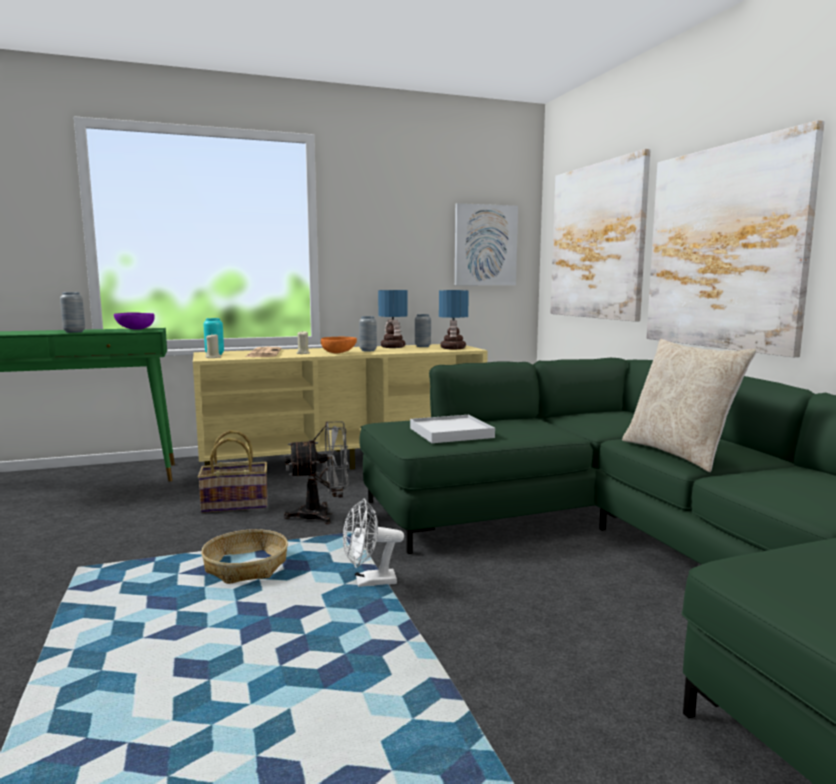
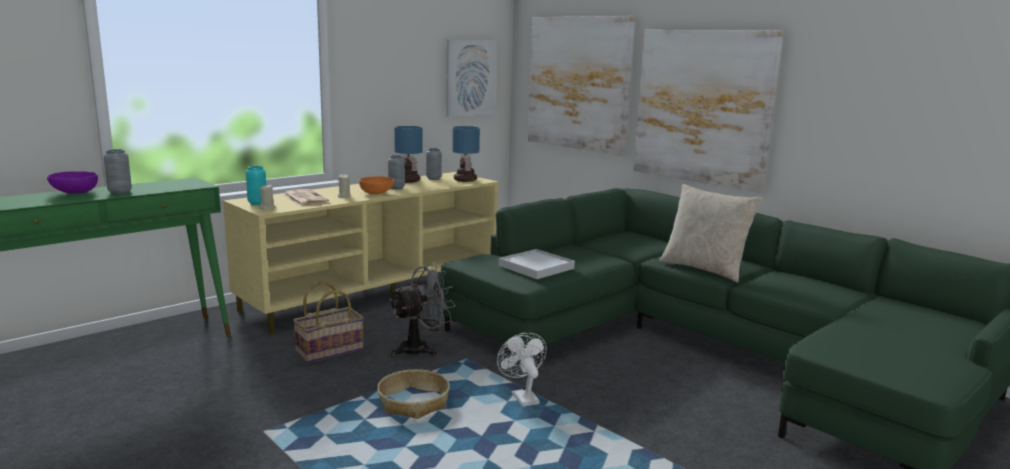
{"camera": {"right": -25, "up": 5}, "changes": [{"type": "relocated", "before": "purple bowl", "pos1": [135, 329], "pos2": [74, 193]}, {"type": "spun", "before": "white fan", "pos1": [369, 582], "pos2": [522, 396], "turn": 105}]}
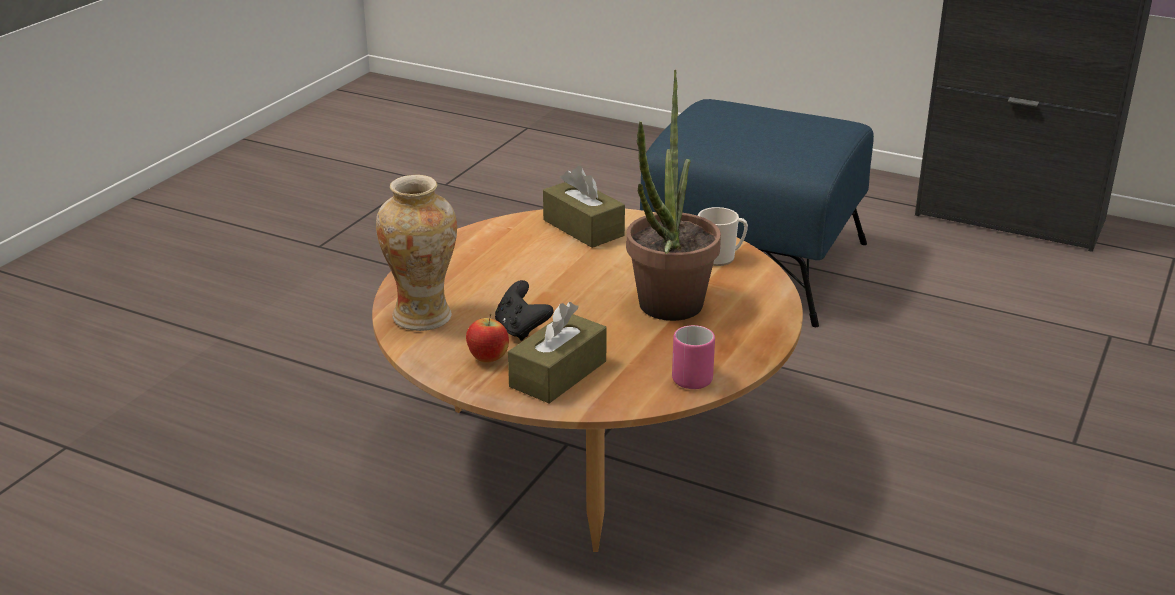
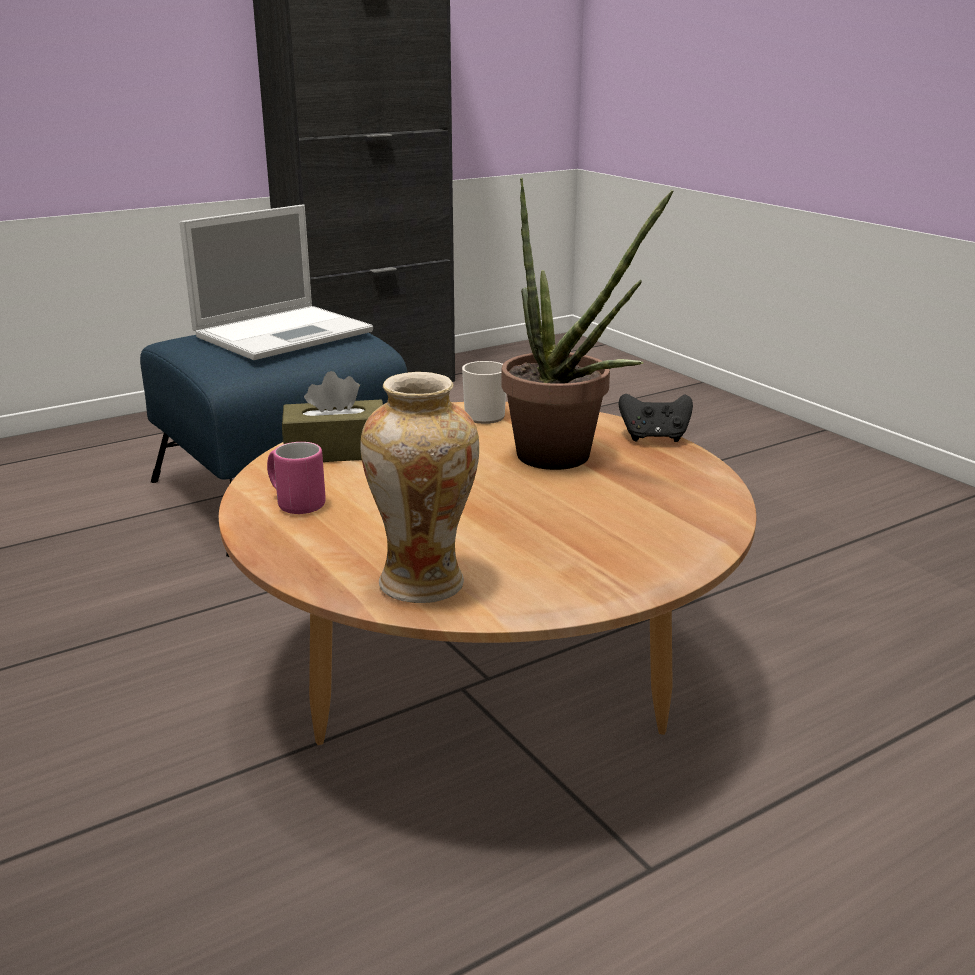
{"camera": {"right": -60, "up": -5}, "changes": [{"type": "missing", "before": "apple", "pos1": [488, 359]}, {"type": "relocated", "before": "black game controller", "pos1": [521, 329], "pos2": [654, 438]}, {"type": "missing", "before": "brown tissue box", "pos1": [558, 374]}, {"type": "relocated", "before": "pink mug", "pos1": [692, 376], "pos2": [295, 504]}, {"type": "appeared", "after": "laptop", "pos2": [286, 333]}]}
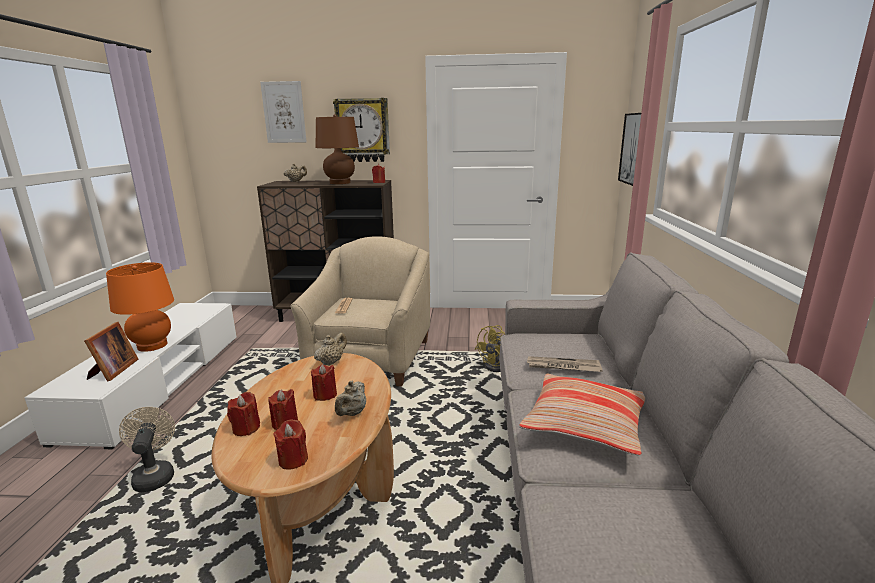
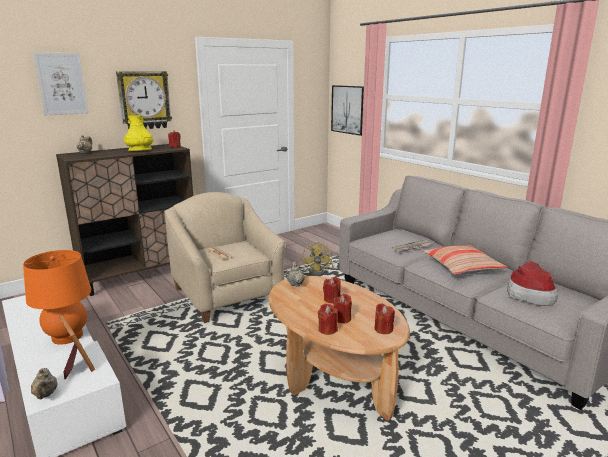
{"camera": {"right": -40, "up": 0}, "changes": [{"type": "missing", "before": "beige fan", "pos1": [154, 475]}, {"type": "exchanged", "before": "brown table lamp", "after": "yellow vase", "pos1": [340, 183], "pos2": [140, 150]}, {"type": "relocated", "before": "beige teapot", "pos1": [352, 413], "pos2": [45, 395]}, {"type": "appeared", "after": "hat", "pos2": [530, 294]}]}
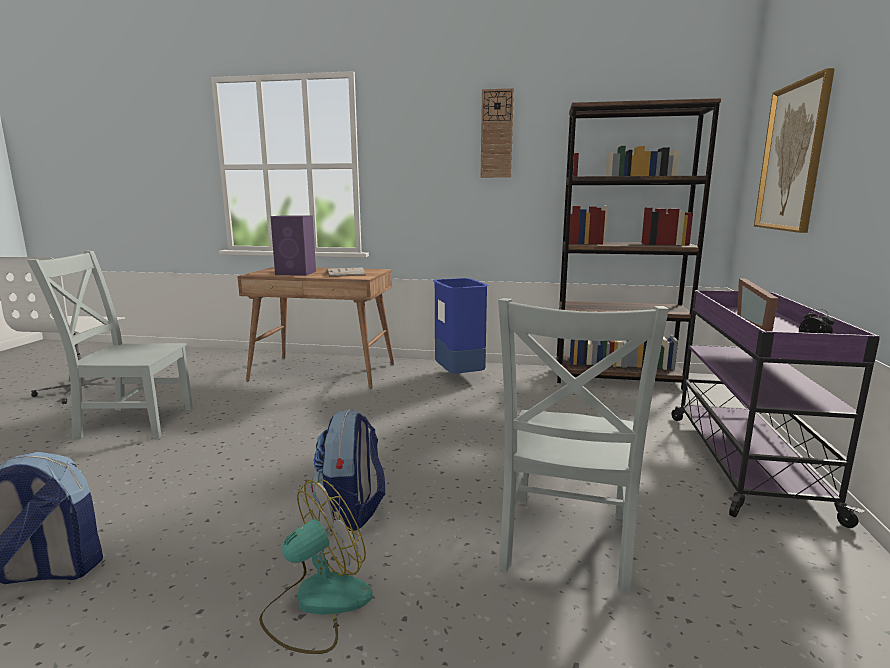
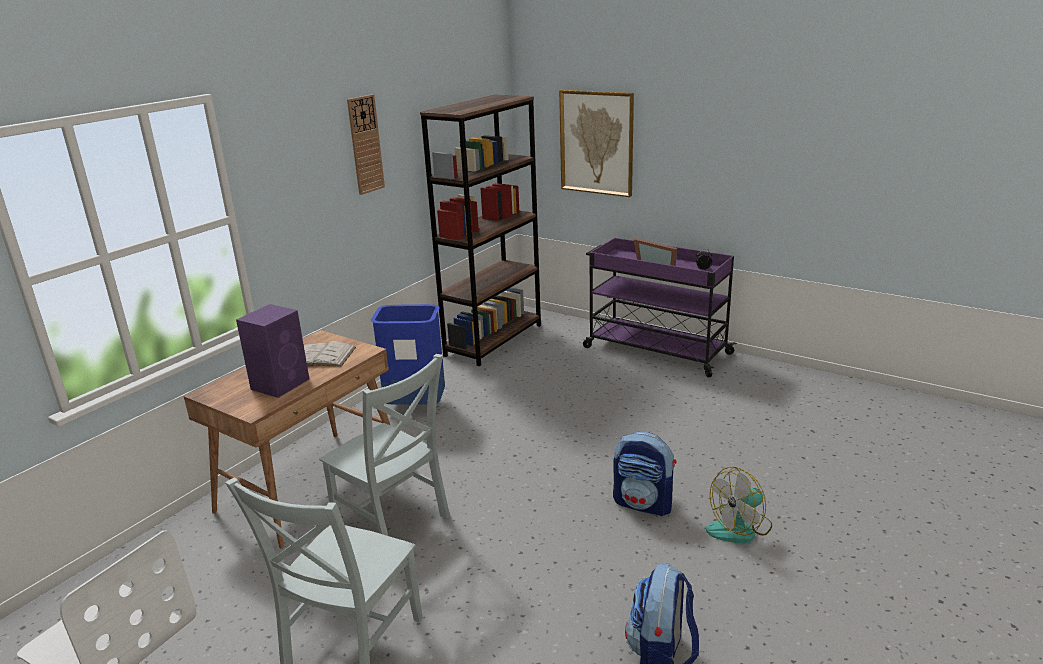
{"camera": {"right": -65, "up": 10}, "changes": [{"type": "spun", "before": "fan", "pos1": [316, 604], "pos2": [740, 528], "turn": -105}, {"type": "relocated", "before": "grey chair", "pos1": [565, 545], "pos2": [393, 522]}]}
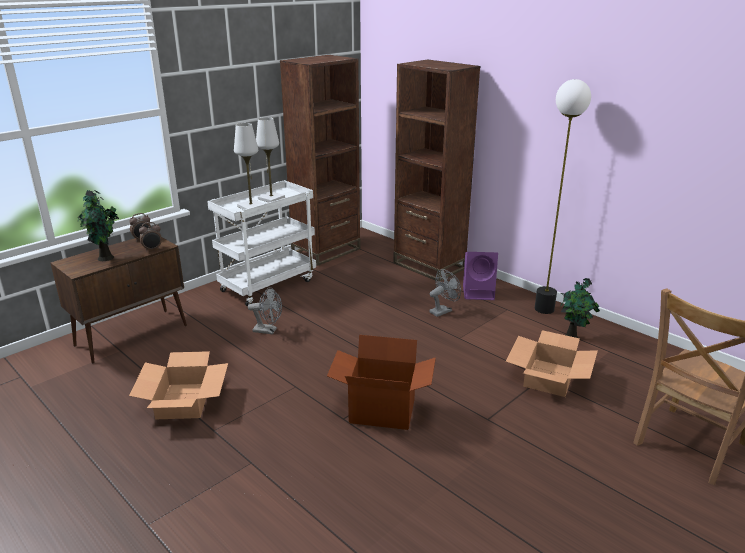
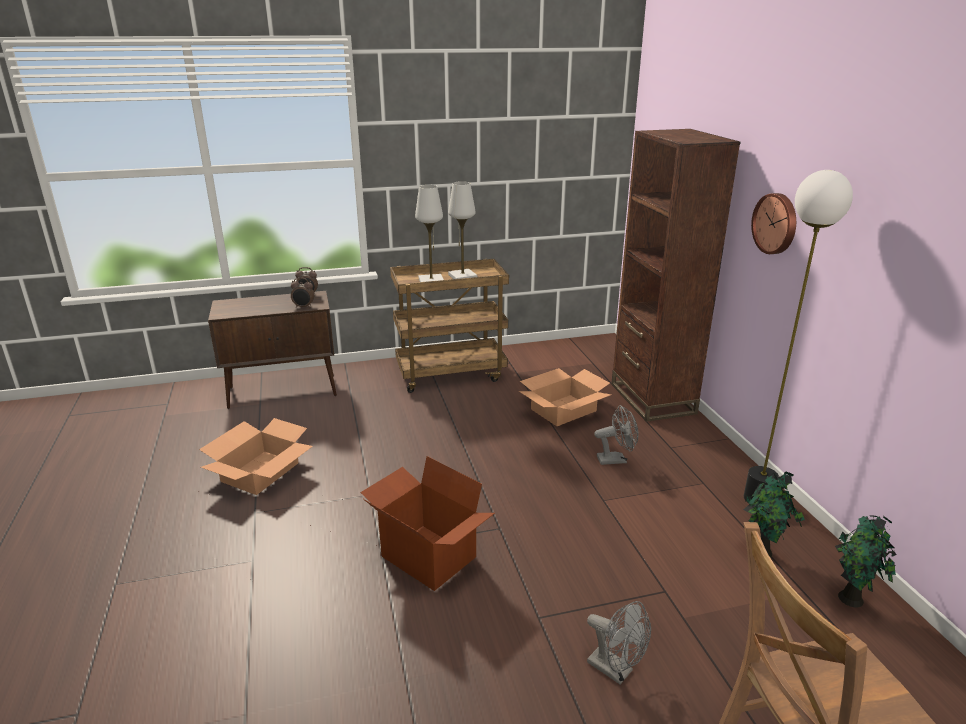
{"camera": {"right": 30, "up": 0}, "changes": [{"type": "relocated", "before": "potted plant", "pos1": [106, 258], "pos2": [852, 600]}, {"type": "colour", "before": "white cart", "after": "brown cart", "pos1": [268, 285], "pos2": [451, 374]}, {"type": "relocated", "before": "grey fan", "pos1": [268, 330], "pos2": [616, 670]}, {"type": "missing", "before": "brown bookcase", "pos1": [326, 251]}, {"type": "missing", "before": "purple speaker", "pos1": [479, 292]}, {"type": "relocated", "before": "cardboard box", "pos1": [549, 377], "pos2": [563, 410]}, {"type": "appeared", "after": "wall clock", "pos2": [776, 223]}]}
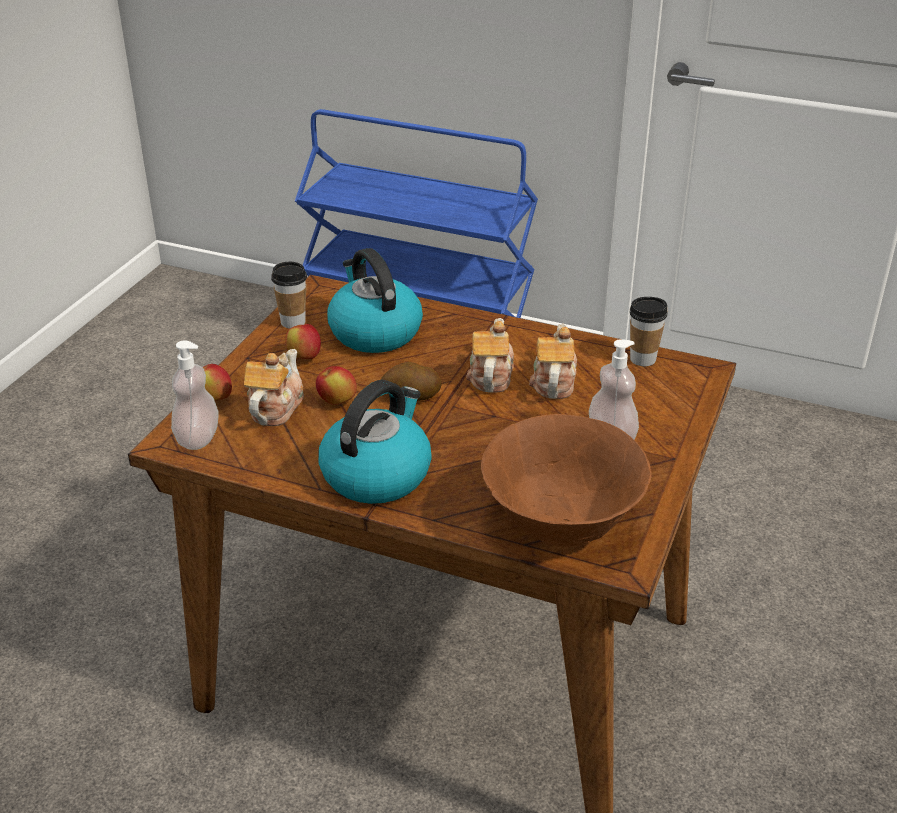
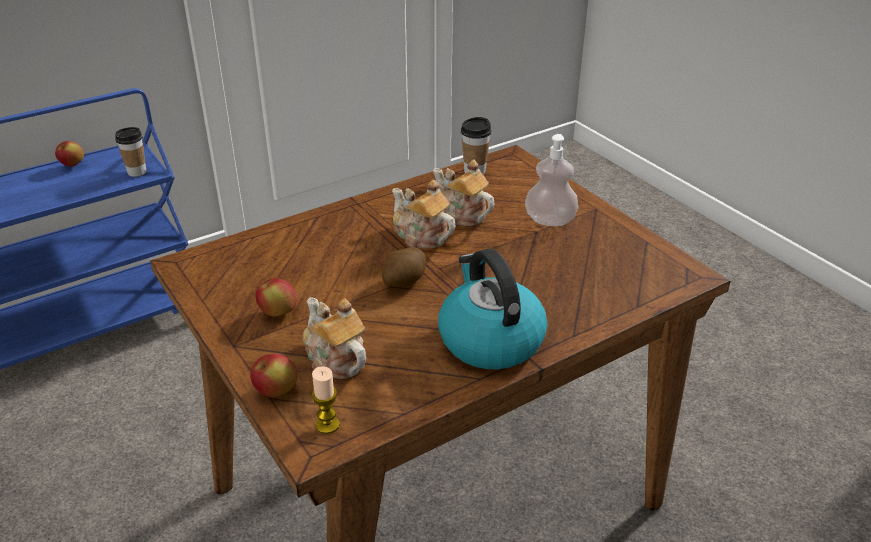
{"camera": {"right": -55, "up": 0}, "changes": [{"type": "exchanged", "before": "soap dispenser", "after": "candle", "pos1": [198, 438], "pos2": [327, 425]}, {"type": "relocated", "before": "cup", "pos1": [293, 322], "pos2": [137, 172]}, {"type": "relocated", "before": "apple", "pos1": [337, 401], "pos2": [73, 165]}, {"type": "missing", "before": "kettle", "pos1": [374, 332]}, {"type": "missing", "before": "brown bowl", "pos1": [561, 527]}]}
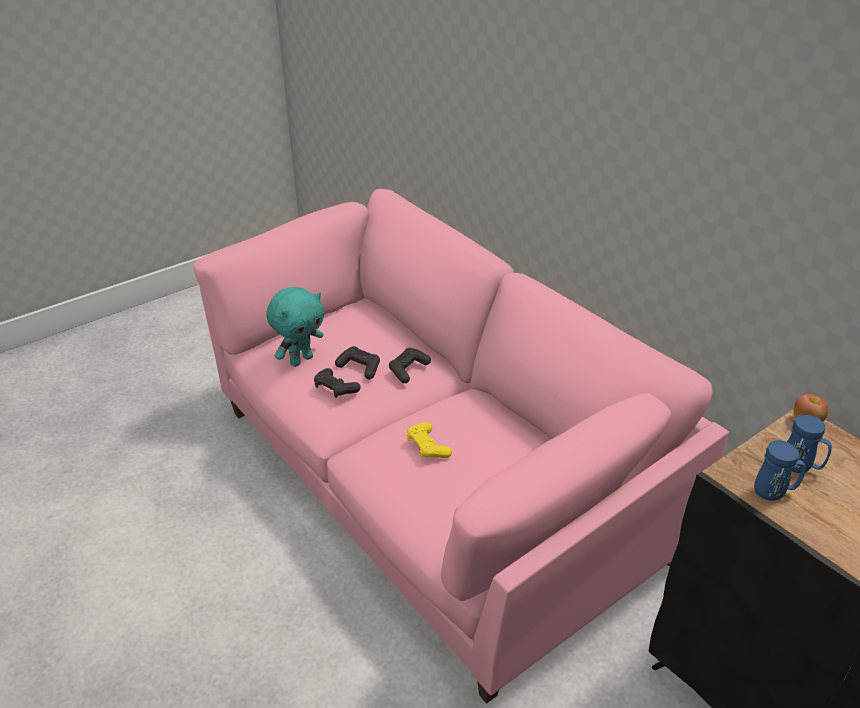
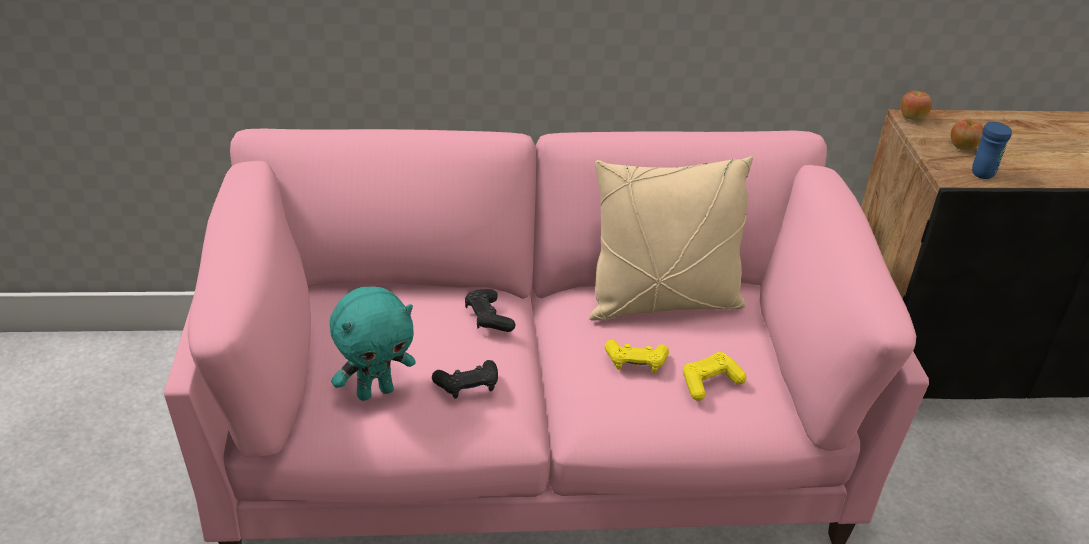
{"camera": {"right": -60, "up": 0}, "changes": [{"type": "spun", "before": "turquoise plush toy", "pos1": [301, 360], "pos2": [375, 391], "turn": 75}, {"type": "missing", "before": "black game controller", "pos1": [359, 367]}, {"type": "exchanged", "before": "blue mug", "after": "apple", "pos1": [800, 468], "pos2": [962, 147]}, {"type": "appeared", "after": "beige pillow", "pos2": [662, 303]}, {"type": "appeared", "after": "yellow game controller", "pos2": [710, 383]}]}
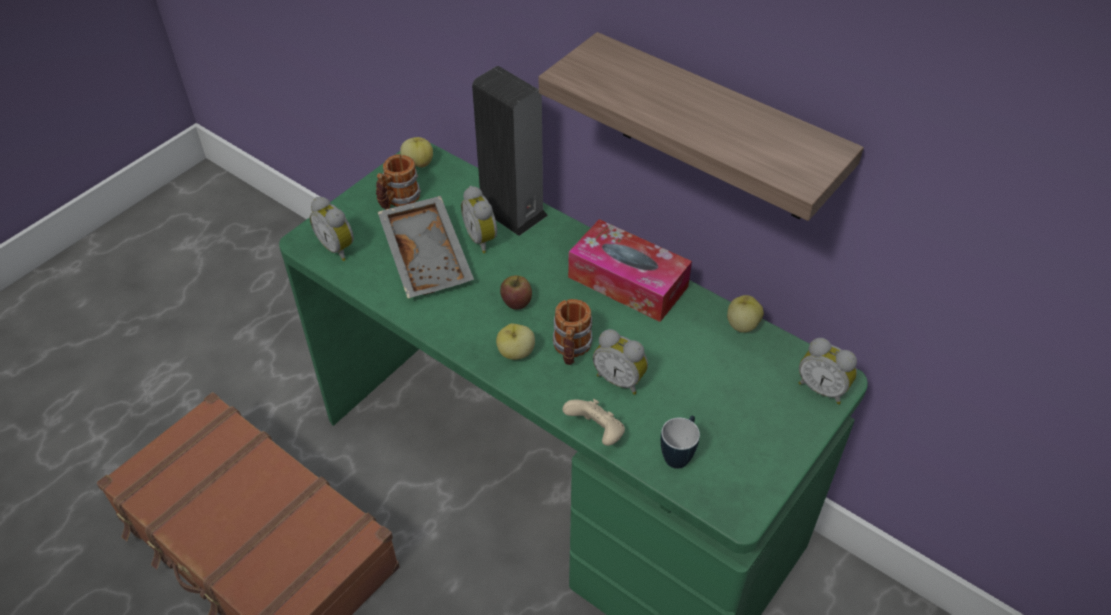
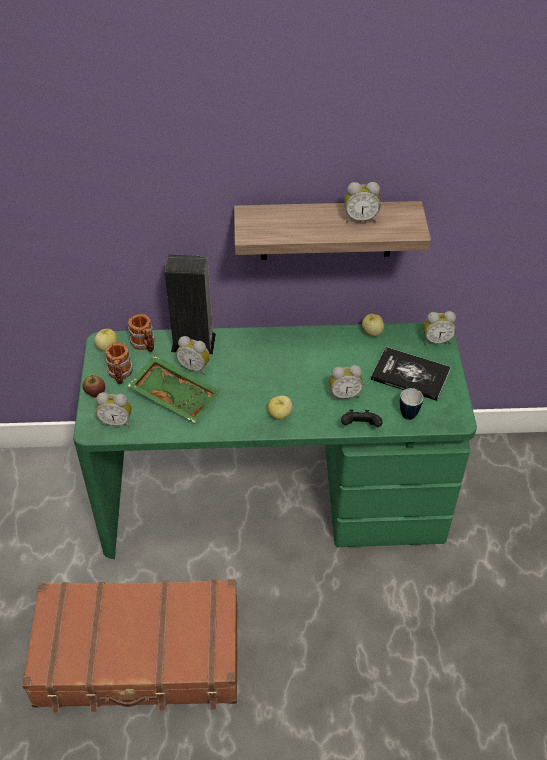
{"camera": {"right": -40, "up": 0}, "changes": [{"type": "colour", "before": "grey tray", "after": "green tray", "pos1": [428, 257], "pos2": [176, 395]}, {"type": "relocated", "before": "apple", "pos1": [516, 302], "pos2": [95, 392]}, {"type": "relocated", "before": "mug", "pos1": [571, 349], "pos2": [145, 345]}, {"type": "colour", "before": "beige game controller", "after": "black game controller", "pos1": [596, 432], "pos2": [360, 427]}, {"type": "missing", "before": "tissue box", "pos1": [628, 282]}, {"type": "appeared", "after": "alarm clock", "pos2": [360, 219]}, {"type": "appeared", "after": "book", "pos2": [410, 375]}]}
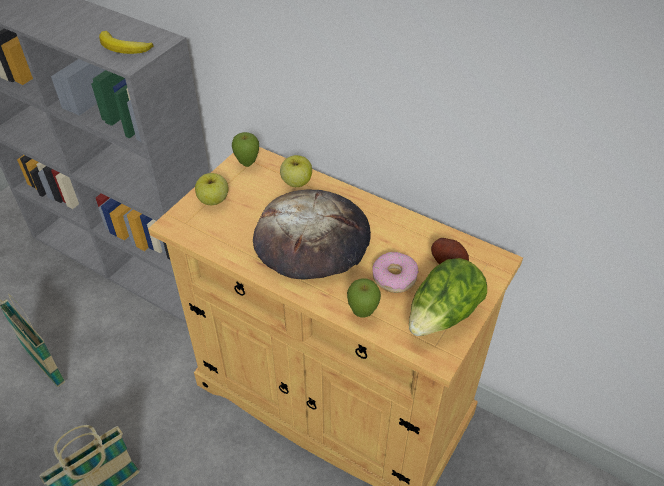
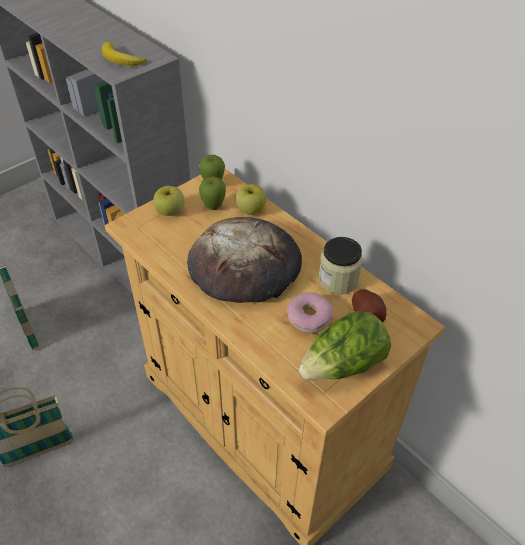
{"camera": {"right": 15, "up": 0}, "changes": [{"type": "relocated", "before": "apple", "pos1": [362, 313], "pos2": [213, 207]}, {"type": "appeared", "after": "jar", "pos2": [338, 280]}]}
